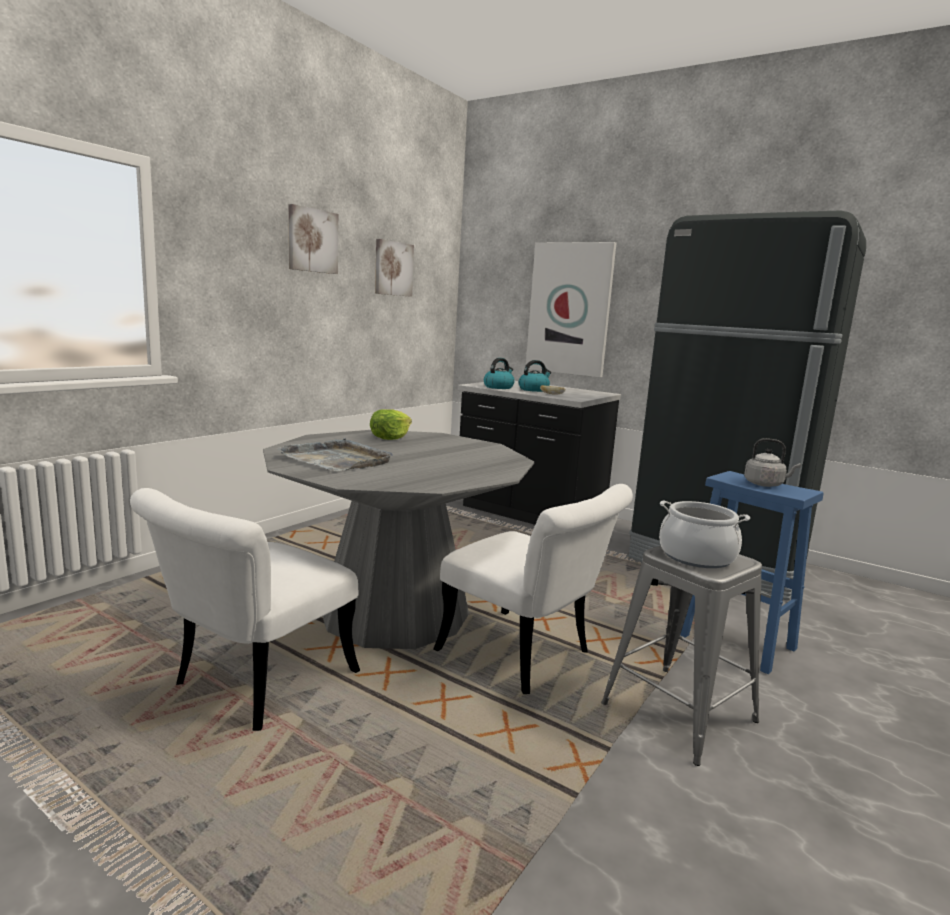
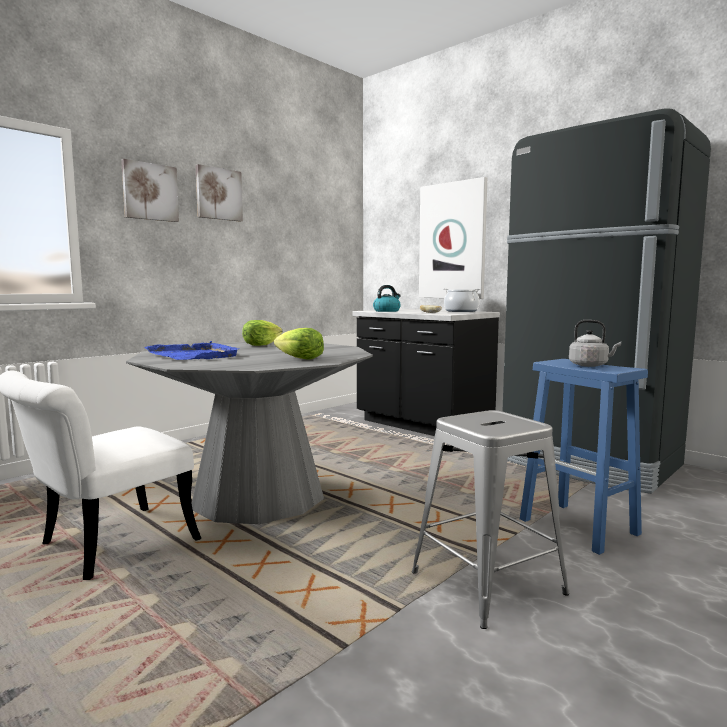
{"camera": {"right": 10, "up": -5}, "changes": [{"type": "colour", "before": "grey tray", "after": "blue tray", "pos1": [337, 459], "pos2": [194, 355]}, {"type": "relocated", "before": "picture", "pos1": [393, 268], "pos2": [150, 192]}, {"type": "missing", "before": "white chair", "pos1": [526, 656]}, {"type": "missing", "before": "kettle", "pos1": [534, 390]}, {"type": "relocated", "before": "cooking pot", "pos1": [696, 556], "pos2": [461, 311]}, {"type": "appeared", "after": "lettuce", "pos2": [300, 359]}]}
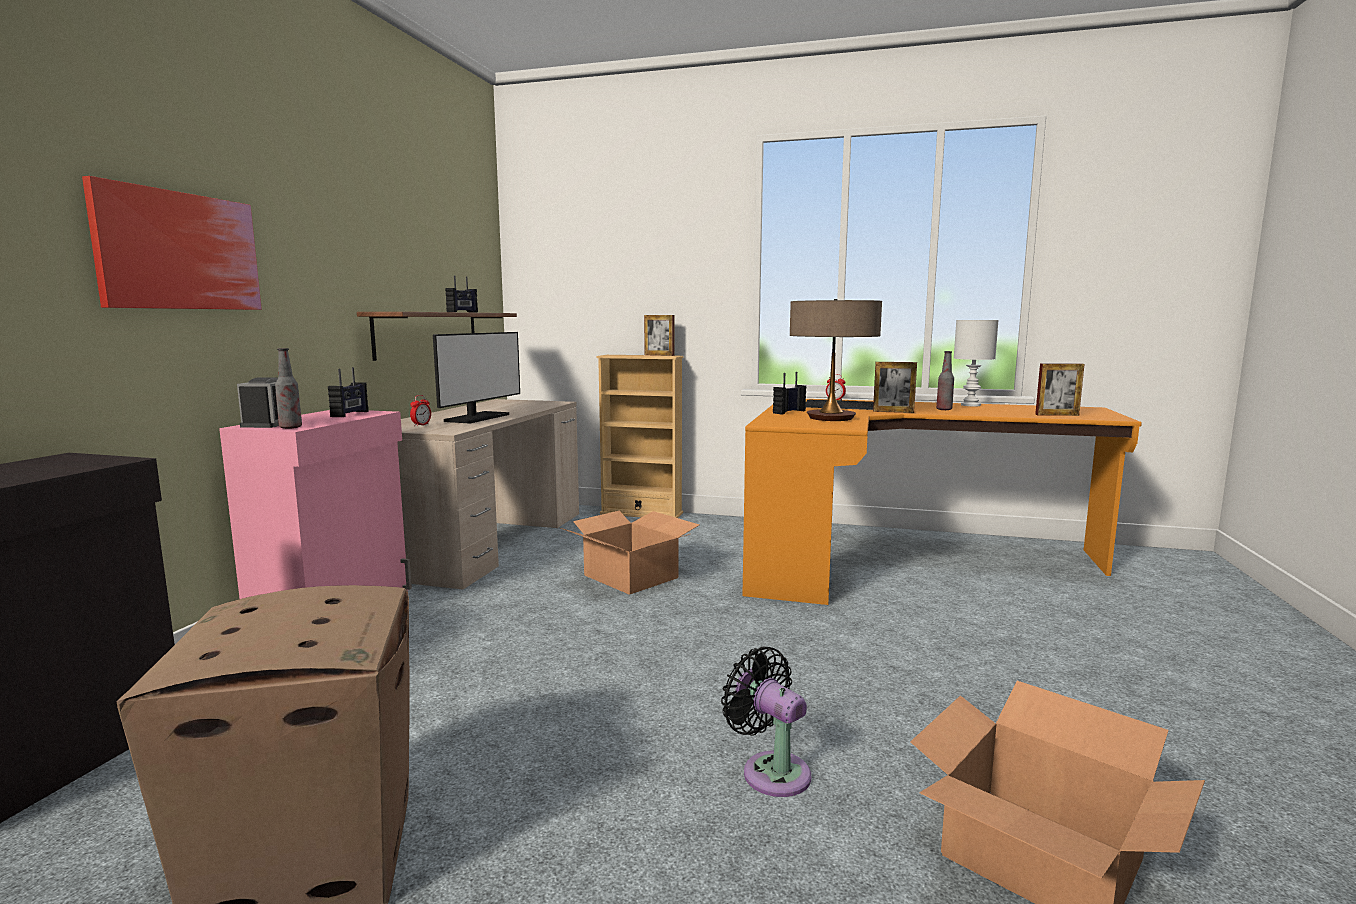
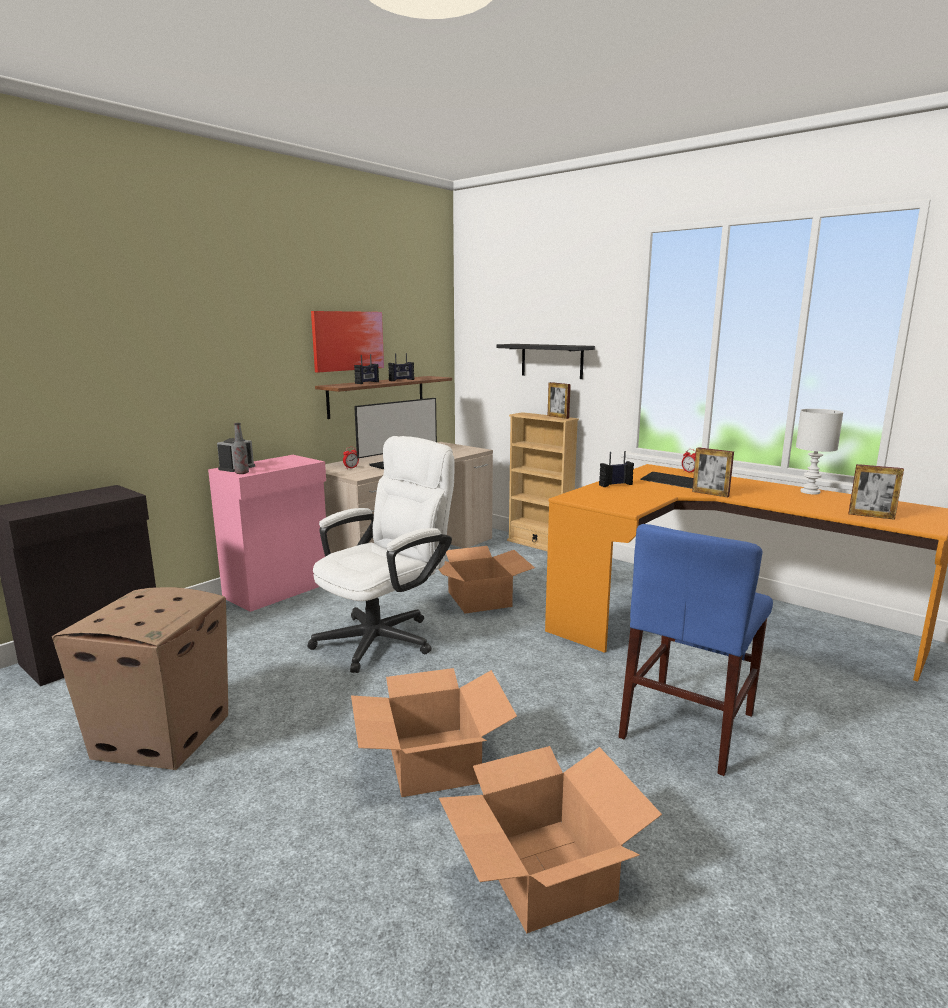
{"camera": {"right": 25, "up": 5}, "changes": [{"type": "relocated", "before": "picture", "pos1": [179, 251], "pos2": [348, 341]}, {"type": "relocated", "before": "radio", "pos1": [350, 414], "pos2": [367, 383]}, {"type": "exchanged", "before": "black fan", "after": "cardboard box", "pos1": [771, 771], "pos2": [432, 762]}, {"type": "missing", "before": "table lamp", "pos1": [830, 418]}, {"type": "missing", "before": "bottle", "pos1": [944, 409]}, {"type": "appeared", "after": "white office chair", "pos2": [385, 637]}, {"type": "appeared", "after": "black shelf", "pos2": [552, 361]}, {"type": "appeared", "after": "blue chair", "pos2": [688, 725]}]}
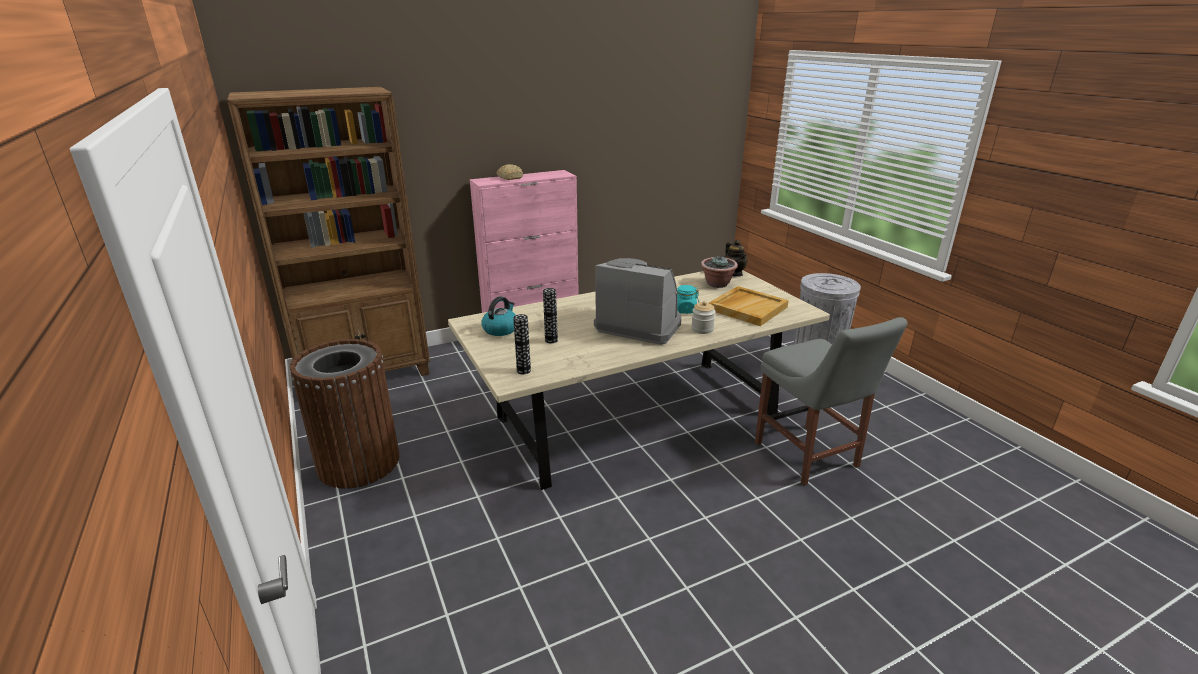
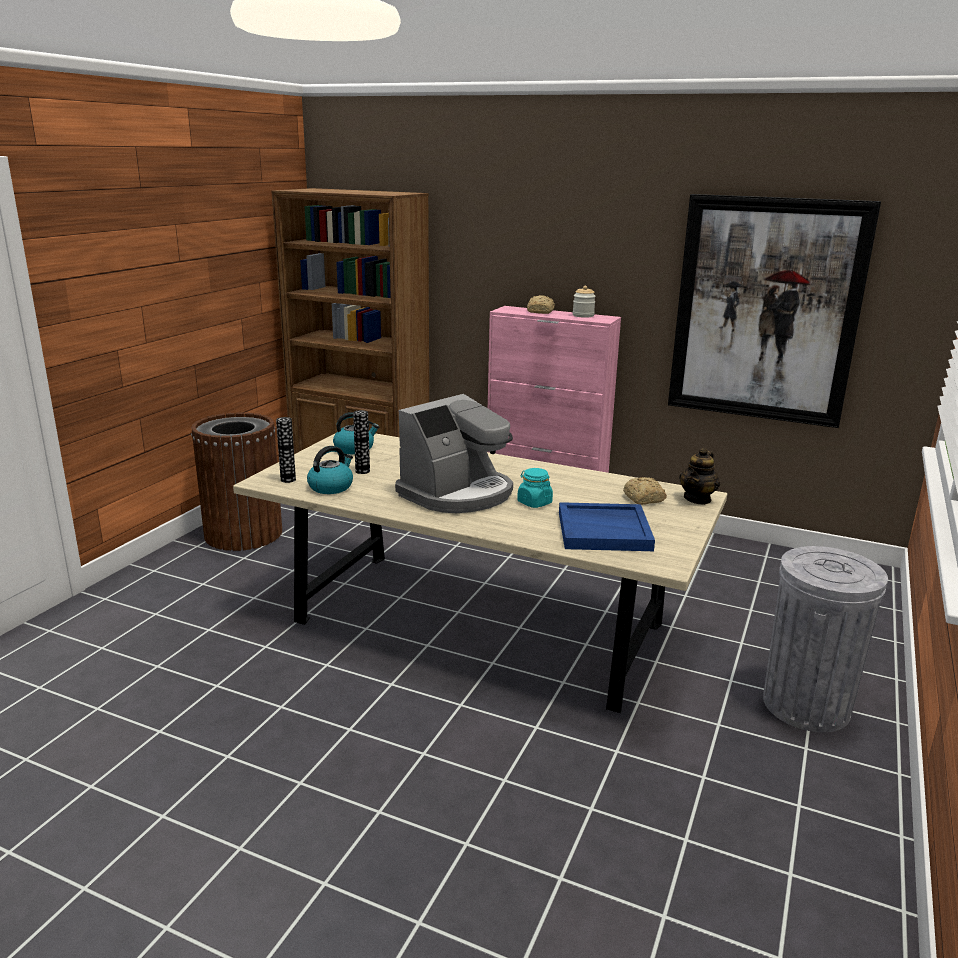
{"camera": {"right": 50, "up": -5}, "changes": [{"type": "spun", "before": "coffee machine", "pos1": [639, 325], "pos2": [457, 493], "turn": 60}, {"type": "relocated", "before": "jar", "pos1": [702, 329], "pos2": [583, 315]}, {"type": "exchanged", "before": "potted plant", "after": "bread", "pos1": [717, 284], "pos2": [643, 499]}, {"type": "colour", "before": "beige tray", "after": "blue tray", "pos1": [747, 308], "pos2": [604, 530]}, {"type": "missing", "before": "grey chair", "pos1": [809, 457]}, {"type": "appeared", "after": "kettle", "pos2": [331, 487]}, {"type": "appeared", "after": "picture", "pos2": [766, 311]}]}
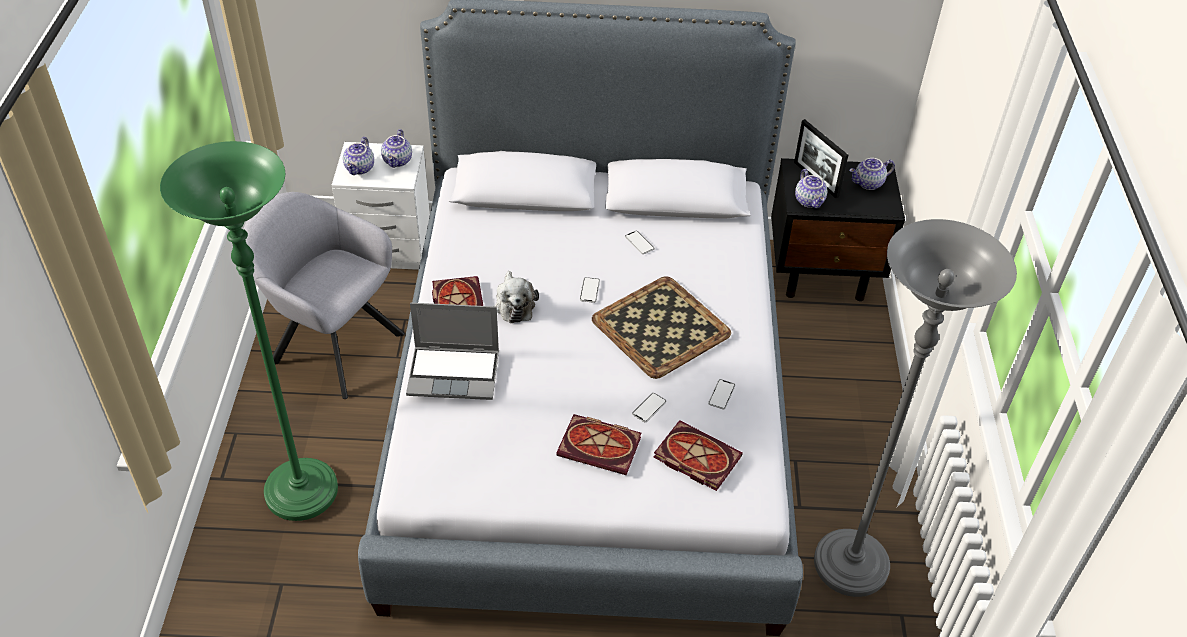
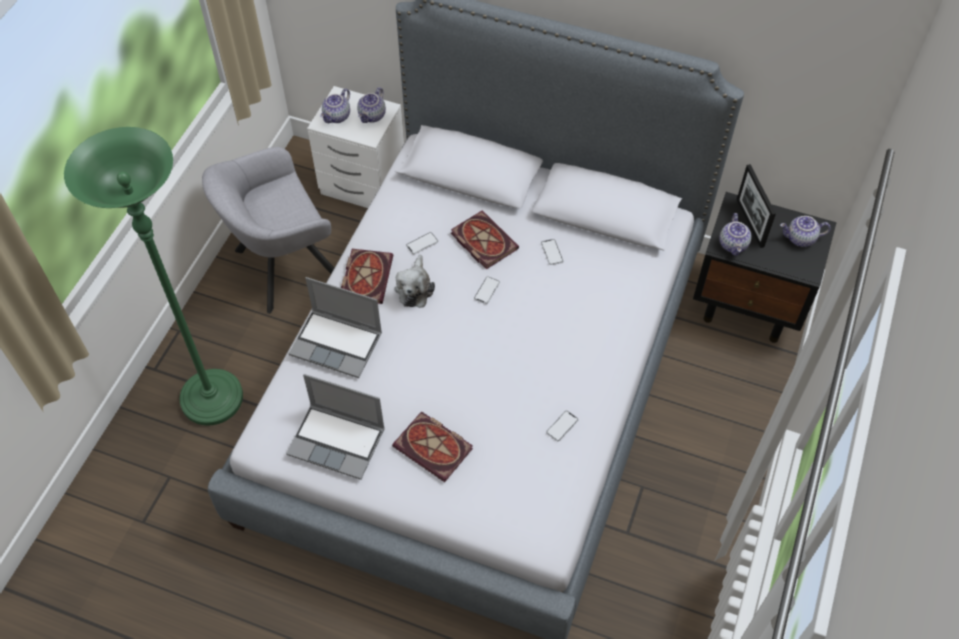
{"camera": {"right": 20, "up": 10}, "changes": [{"type": "spun", "before": "grey armchair", "pos1": [331, 344], "pos2": [282, 267], "turn": -75}, {"type": "missing", "before": "tray", "pos1": [662, 327]}, {"type": "relocated", "before": "phone", "pos1": [649, 408], "pos2": [422, 243]}, {"type": "relocated", "before": "book", "pos1": [694, 457], "pos2": [482, 241]}, {"type": "missing", "before": "grey floor lamp", "pos1": [850, 566]}, {"type": "appeared", "after": "laptop", "pos2": [338, 441]}]}
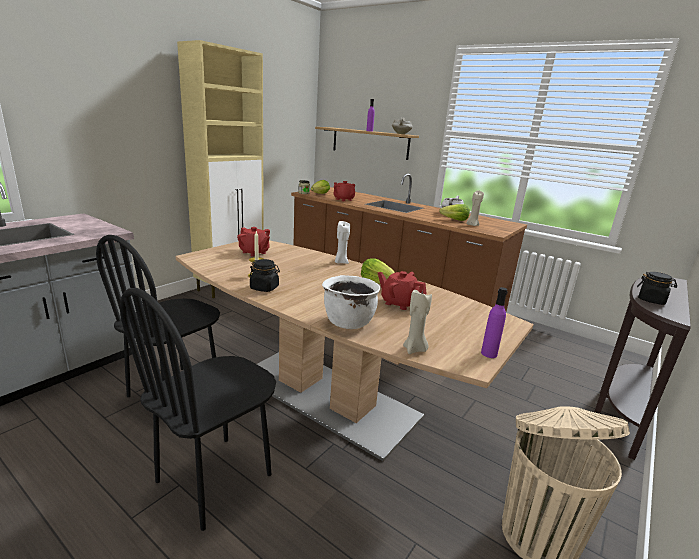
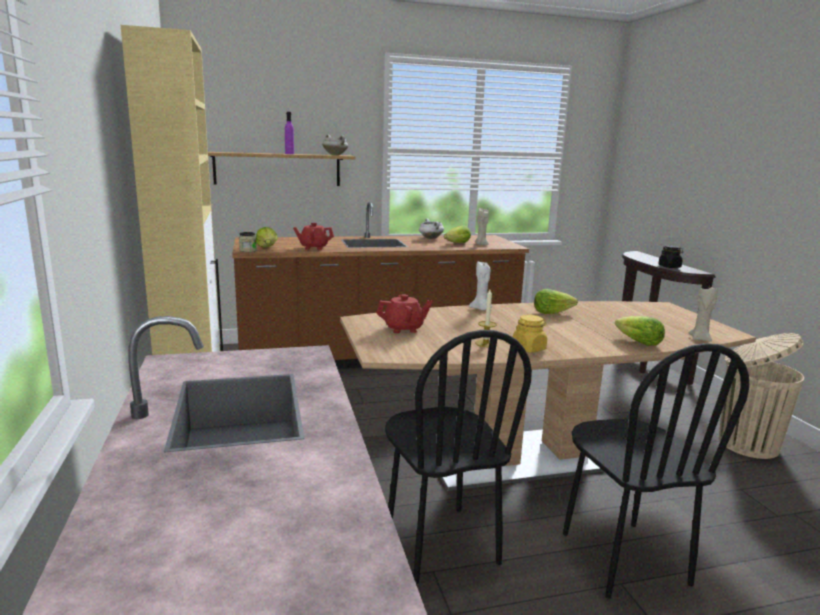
{"camera": {"right": -50, "up": -5}, "changes": [{"type": "colour", "before": "black jar", "after": "yellow jar", "pos1": [264, 288], "pos2": [528, 348]}, {"type": "exchanged", "before": "white cooking pot", "after": "lettuce", "pos1": [348, 322], "pos2": [638, 342]}, {"type": "missing", "before": "red teapot", "pos1": [399, 303]}, {"type": "missing", "before": "purple bottle", "pos1": [489, 353]}]}
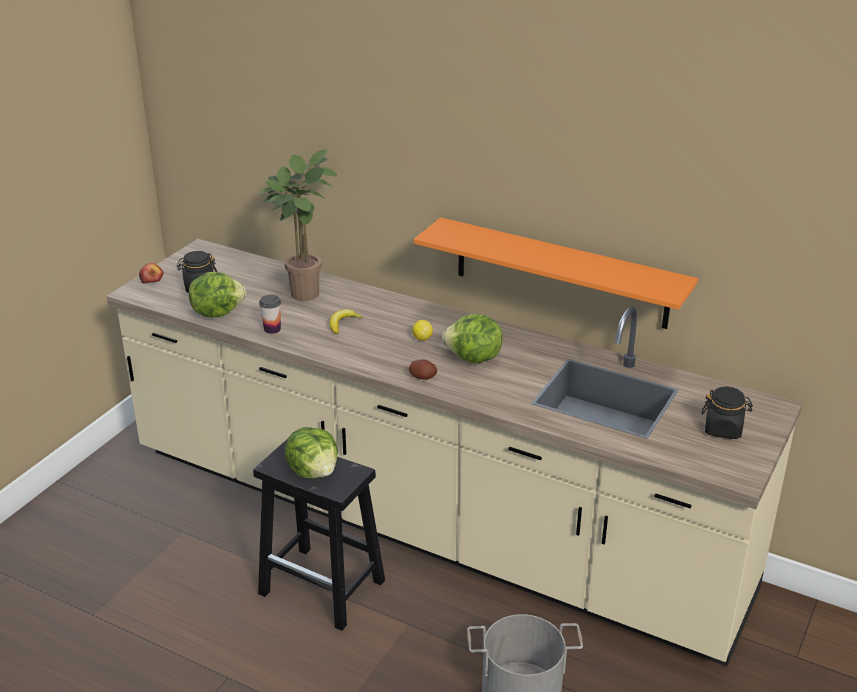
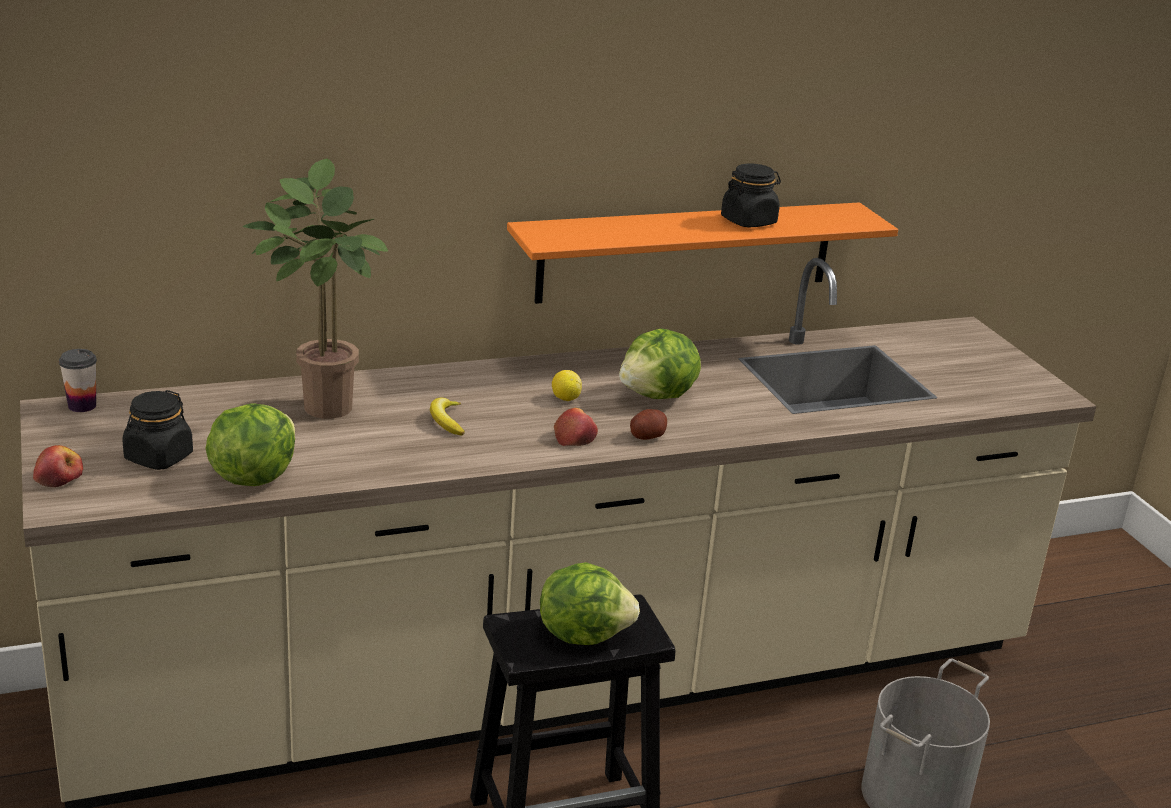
{"camera": {"right": -50, "up": -5}, "changes": [{"type": "relocated", "before": "cup", "pos1": [272, 329], "pos2": [82, 406]}, {"type": "relocated", "before": "black jar", "pos1": [723, 429], "pos2": [749, 221]}, {"type": "appeared", "after": "apple", "pos2": [575, 437]}]}
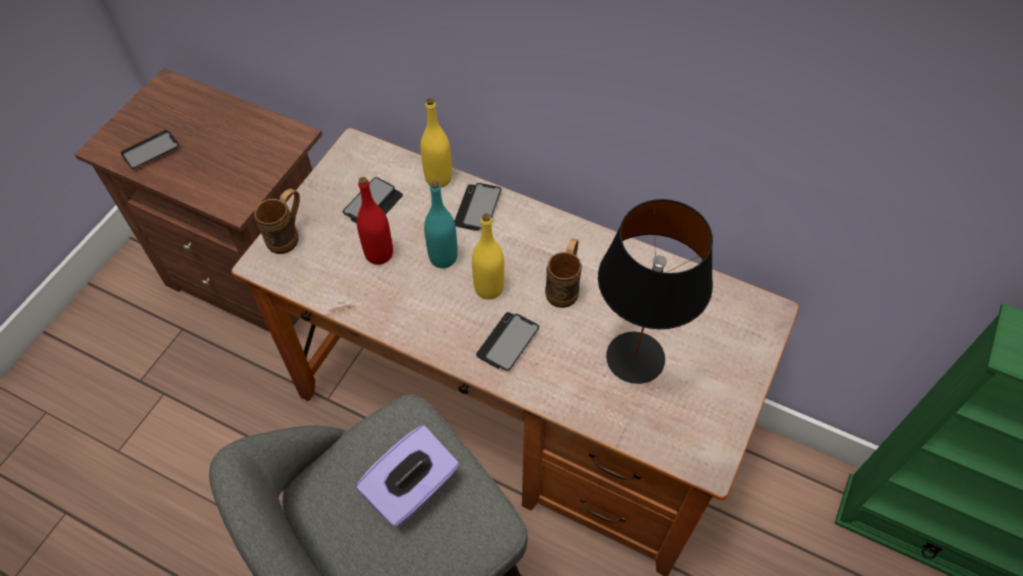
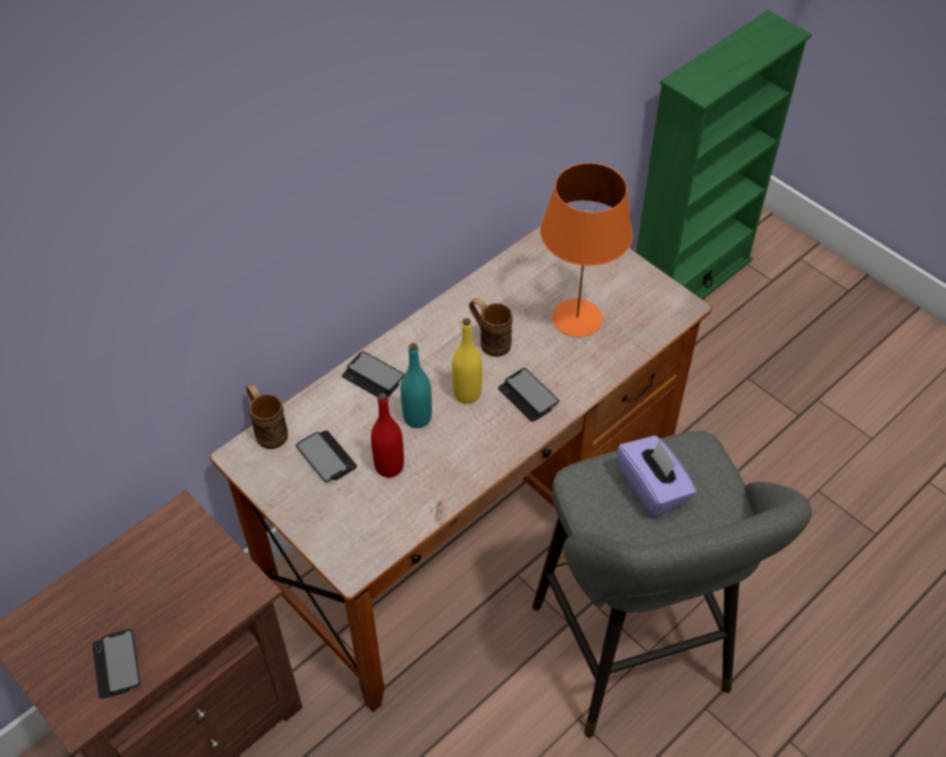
{"camera": {"right": -70, "up": -5}, "changes": [{"type": "relocated", "before": "brown mug", "pos1": [288, 235], "pos2": [268, 430]}, {"type": "missing", "before": "yellow bottle", "pos1": [438, 178]}, {"type": "colour", "before": "black table lamp", "after": "orange table lamp", "pos1": [634, 357], "pos2": [576, 318]}]}
